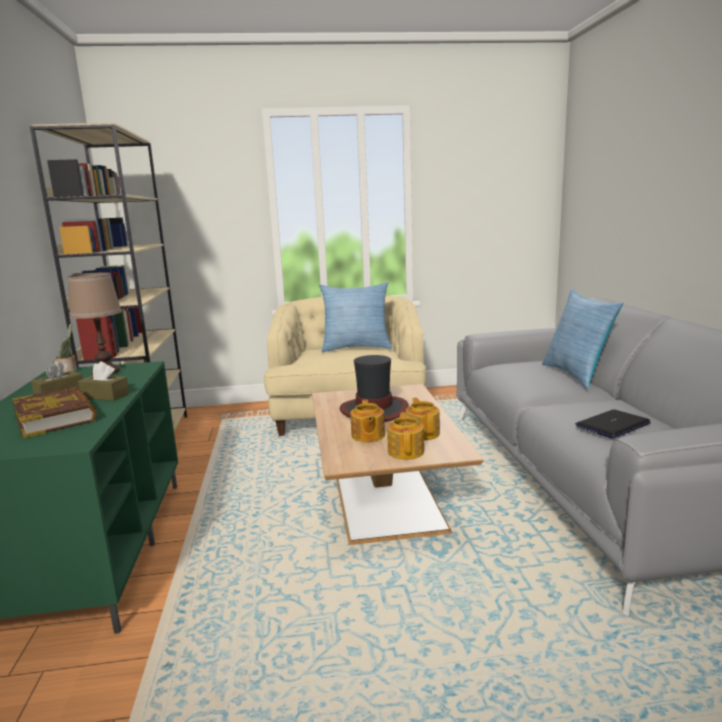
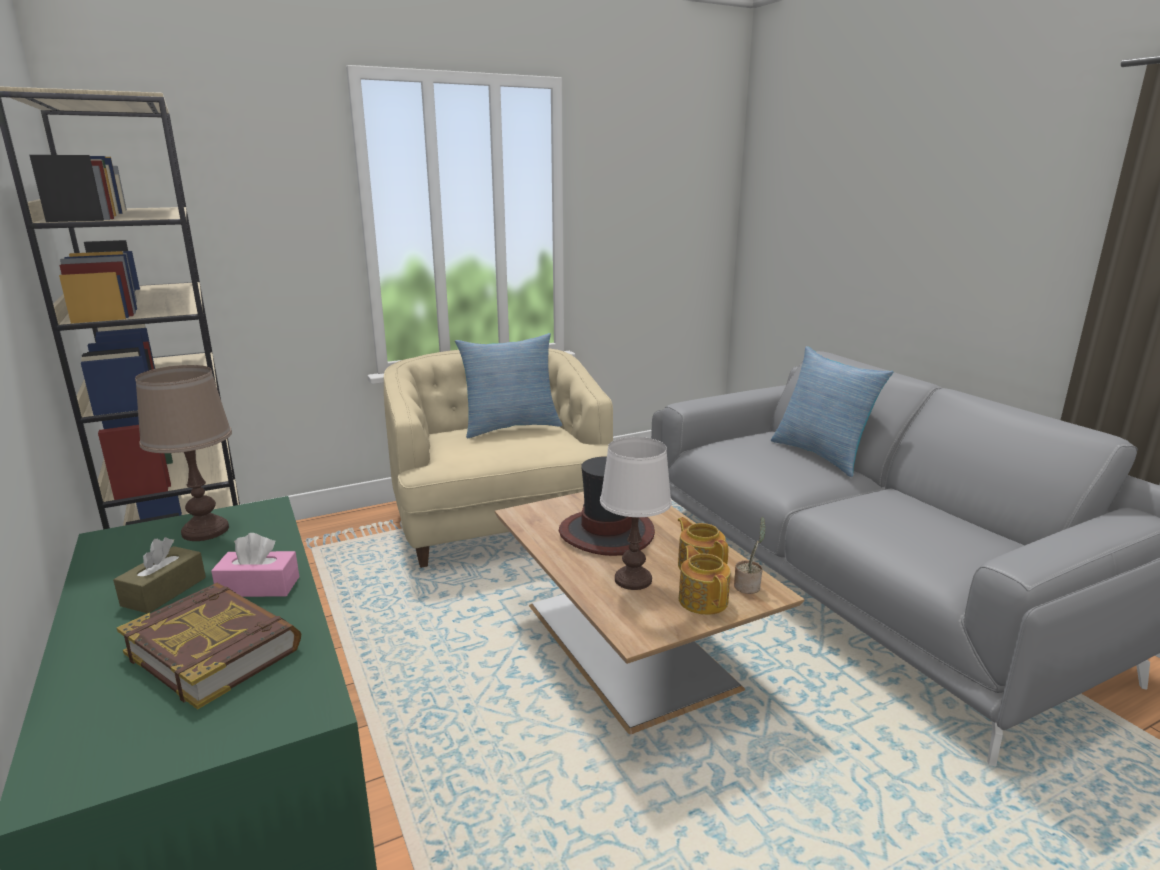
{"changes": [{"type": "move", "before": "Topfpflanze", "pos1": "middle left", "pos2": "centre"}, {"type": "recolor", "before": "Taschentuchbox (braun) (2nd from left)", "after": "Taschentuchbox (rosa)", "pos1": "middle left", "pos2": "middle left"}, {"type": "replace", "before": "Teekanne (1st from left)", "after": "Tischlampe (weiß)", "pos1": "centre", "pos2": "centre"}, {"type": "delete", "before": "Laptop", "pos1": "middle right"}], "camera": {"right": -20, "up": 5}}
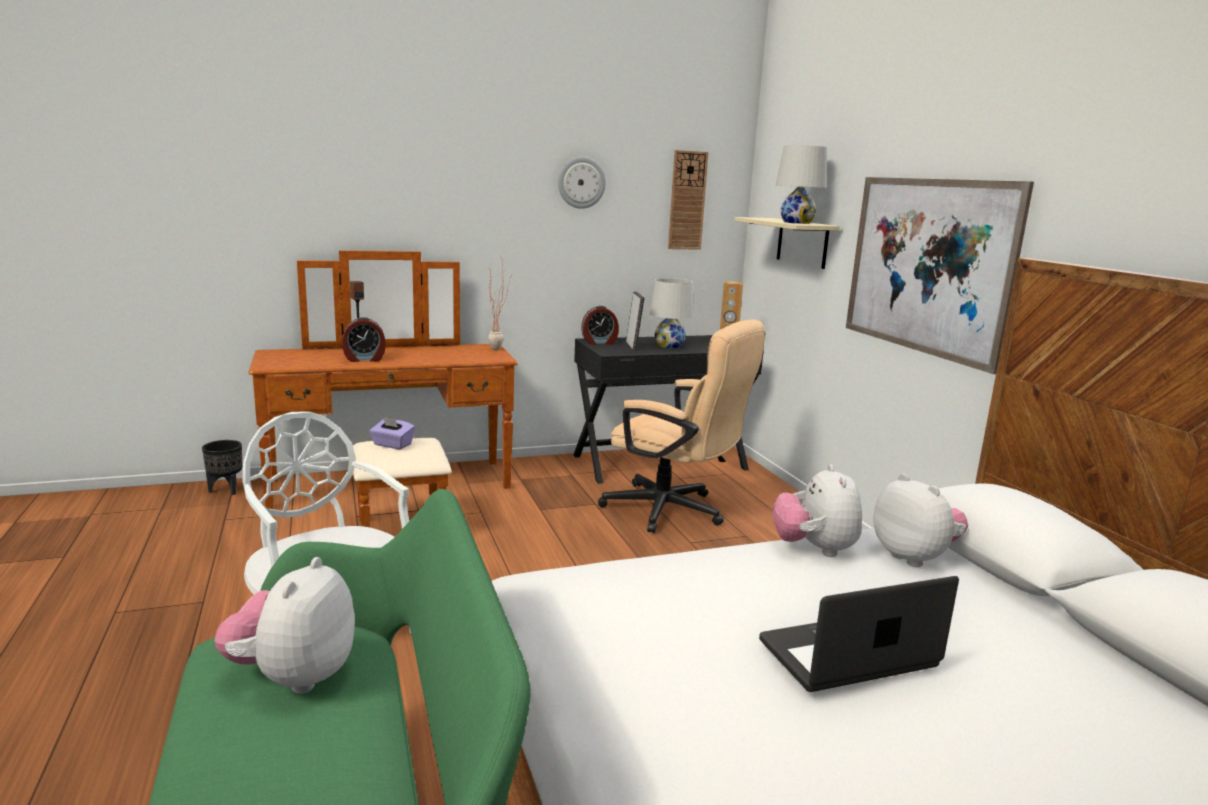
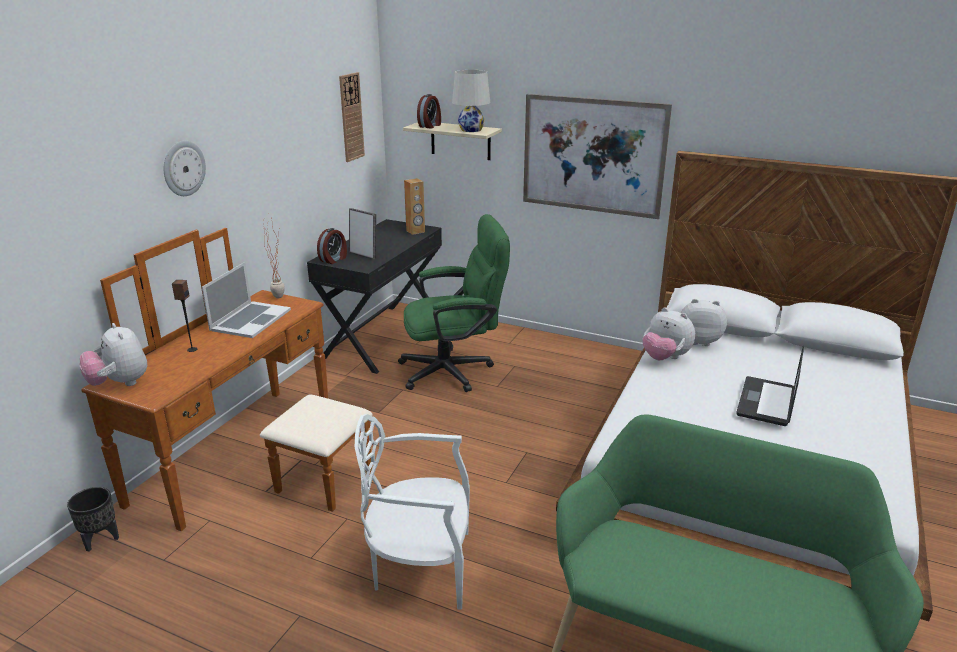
{"changes": [{"type": "move", "before": "Wanduhr (1st from left)", "pos1": "top centre", "pos2": "top left"}, {"type": "delete", "before": "Tischlampe (weiß) (1st from left)", "pos1": "centre"}, {"type": "move", "before": "Wecker (1st from left in the first image)", "after": "Wecker (2nd from left)", "pos1": "middle left", "pos2": "top centre"}, {"type": "recolor", "before": "Bürostuhl (beige)", "after": "Bürostuhl (grün)", "pos1": "centre", "pos2": "centre"}, {"type": "delete", "before": "Taschentuchbox (lila)", "pos1": "middle left"}, {"type": "move", "before": "Plüschtier (1st from left)", "pos1": "bottom left", "pos2": "middle left"}, {"type": "insert", "after": "Laptop (1st from left)", "pos2": "middle left"}], "camera": {"right": -45, "up": 10}}
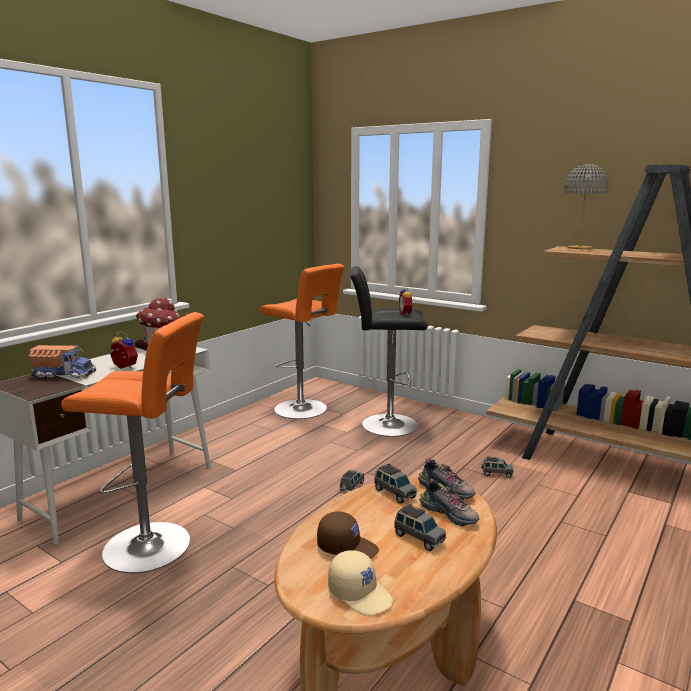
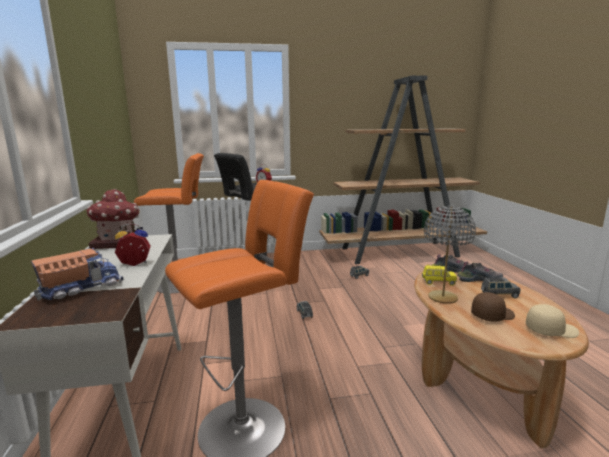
{"changes": [{"type": "move", "before": "Tischlampe (grau)", "pos1": "top right", "pos2": "middle right"}, {"type": "recolor", "before": "Spielzeugauto (grau) (2nd from left)", "after": "Spielzeugauto (gelb)", "pos1": "bottom centre", "pos2": "middle right"}], "camera": {"right": -45, "up": 0}}
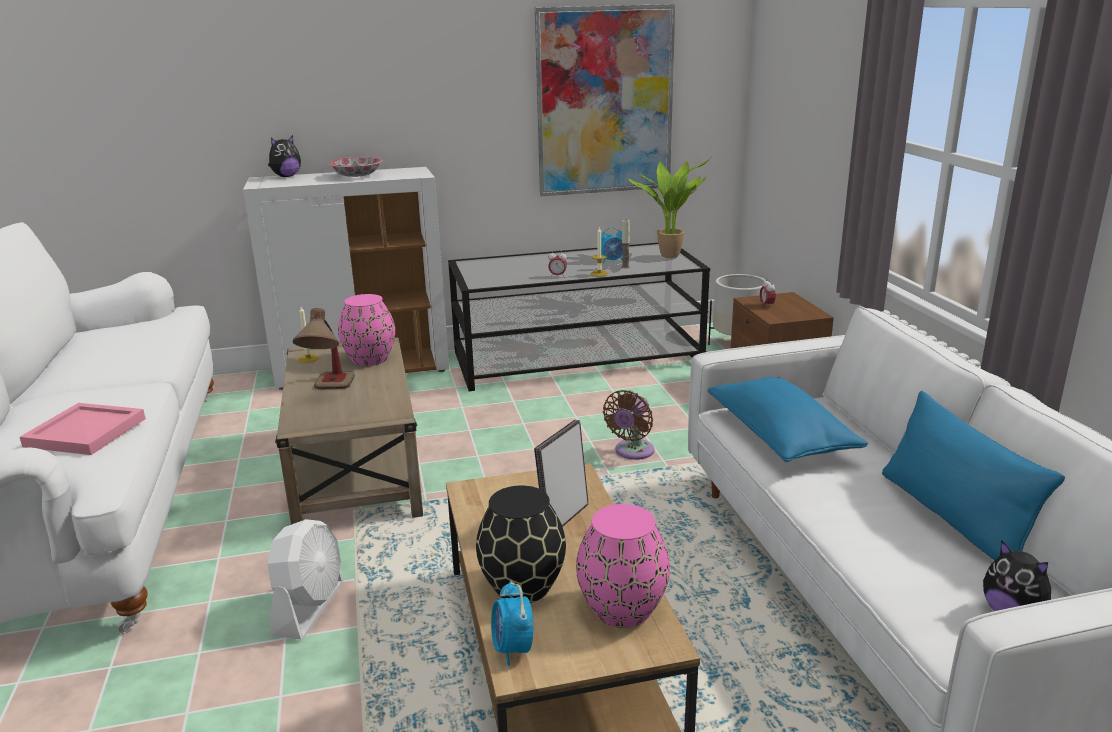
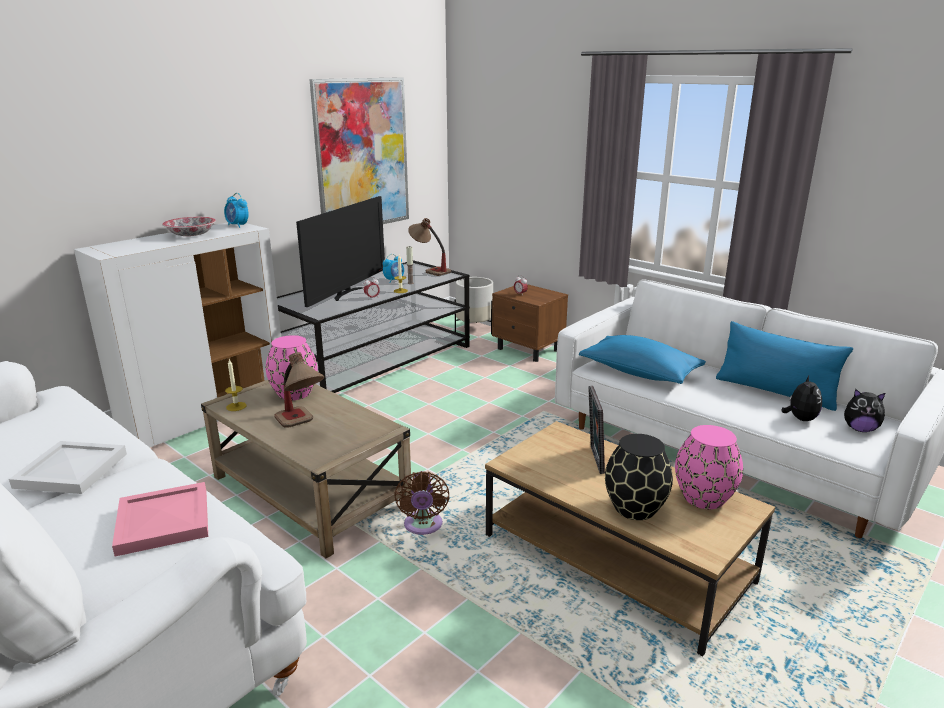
{"changes": [{"type": "move", "before": "Plüschtier (1st from left)", "pos1": "top left", "pos2": "middle right"}, {"type": "replace", "before": "Topfpflanze", "after": "Tischlampe (2nd from left)", "pos1": "top centre", "pos2": "centre"}, {"type": "move", "before": "Ventilator (braun)", "pos1": "centre", "pos2": "bottom centre"}, {"type": "delete", "before": "Ventilator (weiß)", "pos1": "bottom left"}, {"type": "move", "before": "Wecker (1st from left)", "pos1": "bottom centre", "pos2": "top left"}, {"type": "insert", "after": "Fernseher", "pos2": "centre"}, {"type": "insert", "after": "Tablett (weiß)", "pos2": "middle left"}], "camera": {"right": -35, "up": 0}}
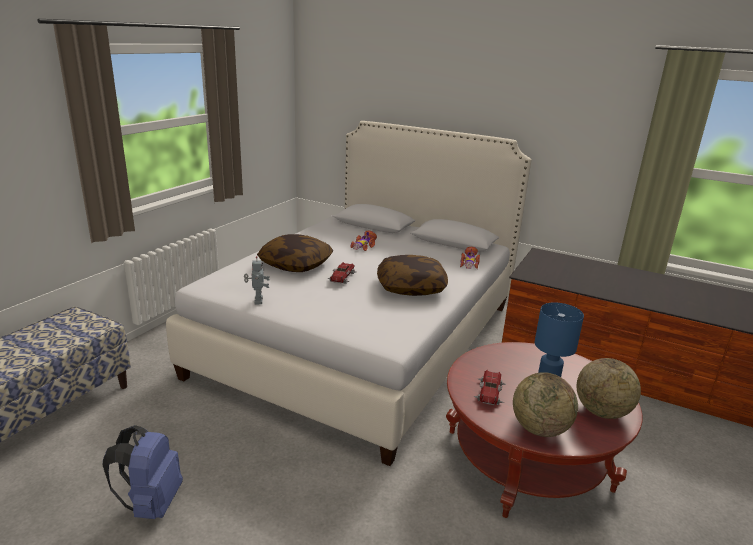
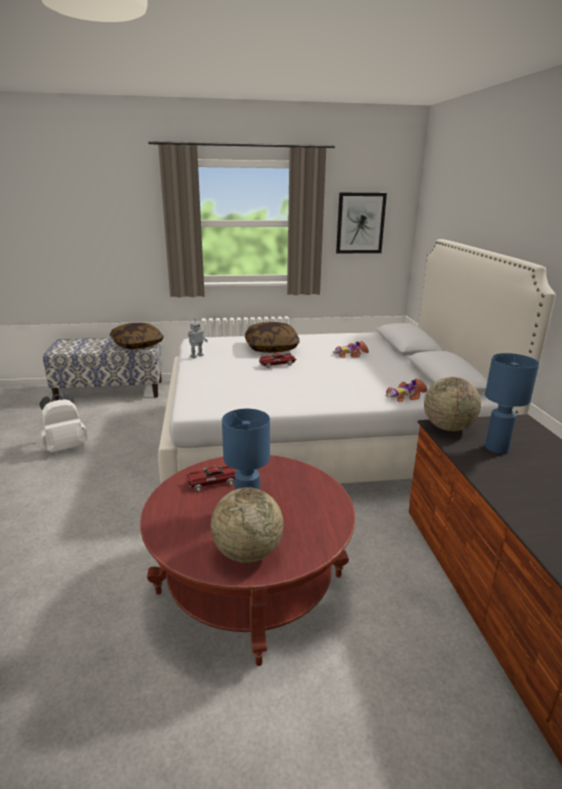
{"changes": [{"type": "move", "before": "Kissen (2nd from left in the first image)", "after": "Kissen (1st from left)", "pos1": "centre", "pos2": "middle left"}, {"type": "move", "before": "Globus (1st from left in the first image)", "after": "Globus (2nd from left)", "pos1": "bottom right", "pos2": "middle right"}, {"type": "recolor", "before": "Rucksack (blau)", "after": "Rucksack (weiß)", "pos1": "bottom left", "pos2": "middle left"}, {"type": "insert", "after": "Bild", "pos2": "top centre"}, {"type": "insert", "after": "Tischlampe (blau) (2nd from left)", "pos2": "middle right"}], "camera": {"right": 55, "up": 0}}
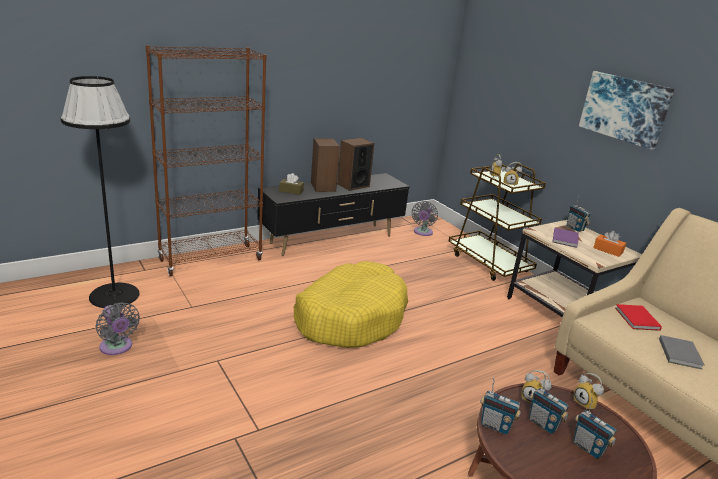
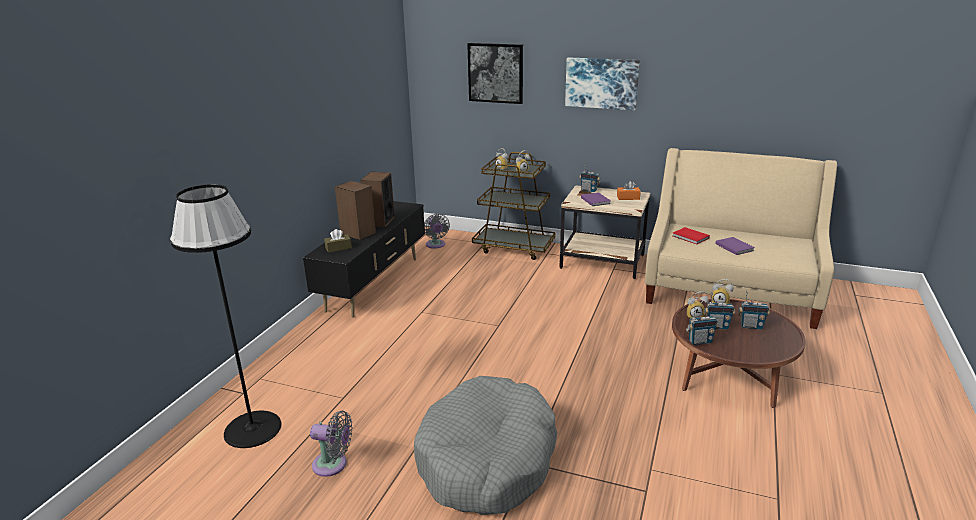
{"changes": [{"type": "delete", "before": "Bücherregal (braun)", "pos1": "middle left"}, {"type": "delete", "before": "Hundebett (gelb)", "pos1": "centre"}, {"type": "recolor", "before": "Buch (grau)", "after": "Buch (lila) (2nd from left)", "pos1": "bottom right", "pos2": "middle right"}, {"type": "insert", "after": "Bild (1st from left)", "pos2": "top centre"}, {"type": "insert", "after": "Hundebett (grau)", "pos2": "bottom centre"}], "camera": {"right": -35, "up": 0}}
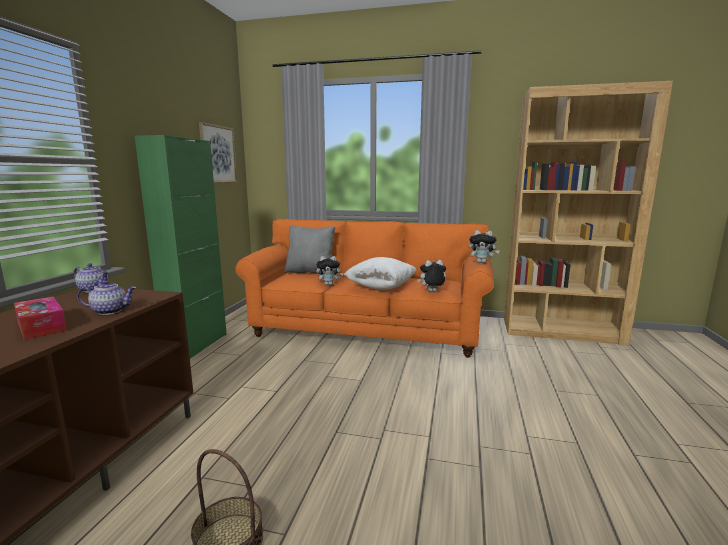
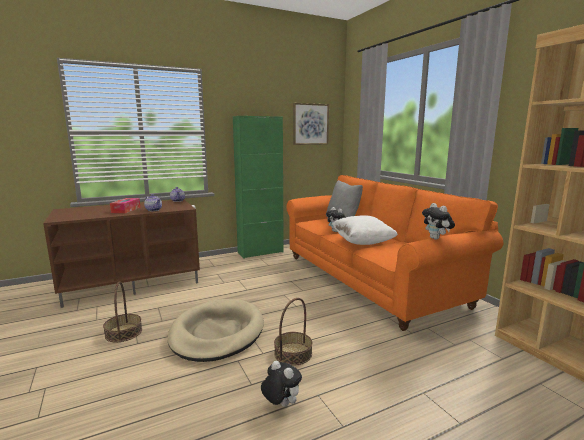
{"changes": [{"type": "move", "before": "Plüschtier (2nd from left in the first image)", "after": "Plüschtier (1st from left)", "pos1": "centre", "pos2": "bottom centre"}, {"type": "insert", "after": "Korb (2nd from left)", "pos2": "bottom centre"}, {"type": "insert", "after": "Hundebett (beige)", "pos2": "bottom centre"}], "camera": {"right": 50, "up": 0}}
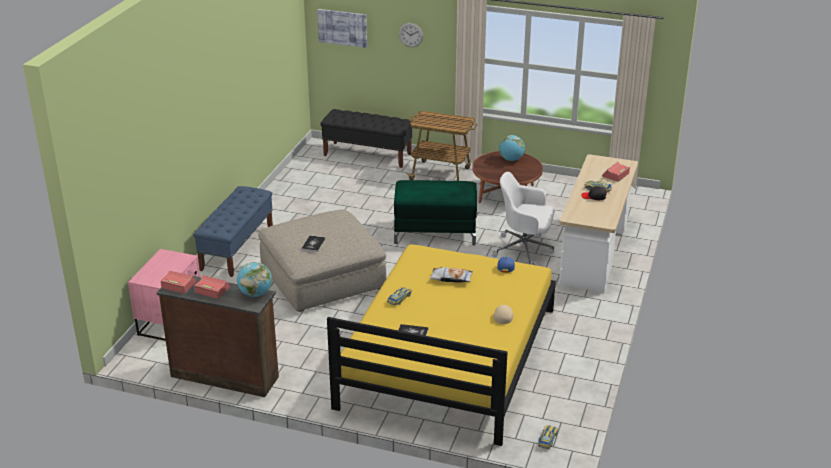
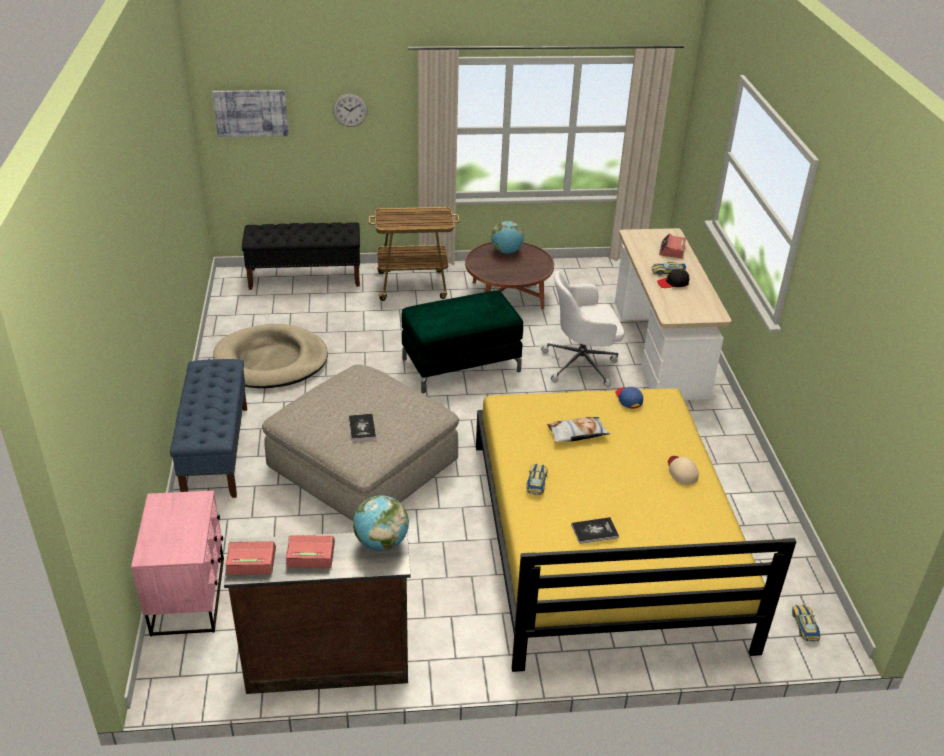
{"changes": [{"type": "insert", "after": "Hundebett (beige)", "pos2": "middle left"}], "camera": {"right": -25, "up": 5}}
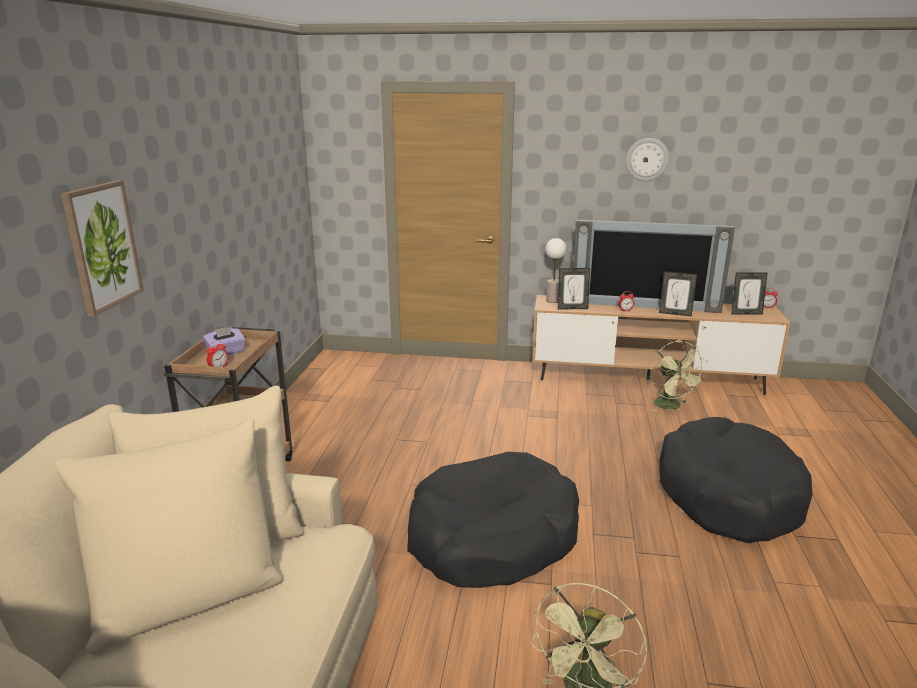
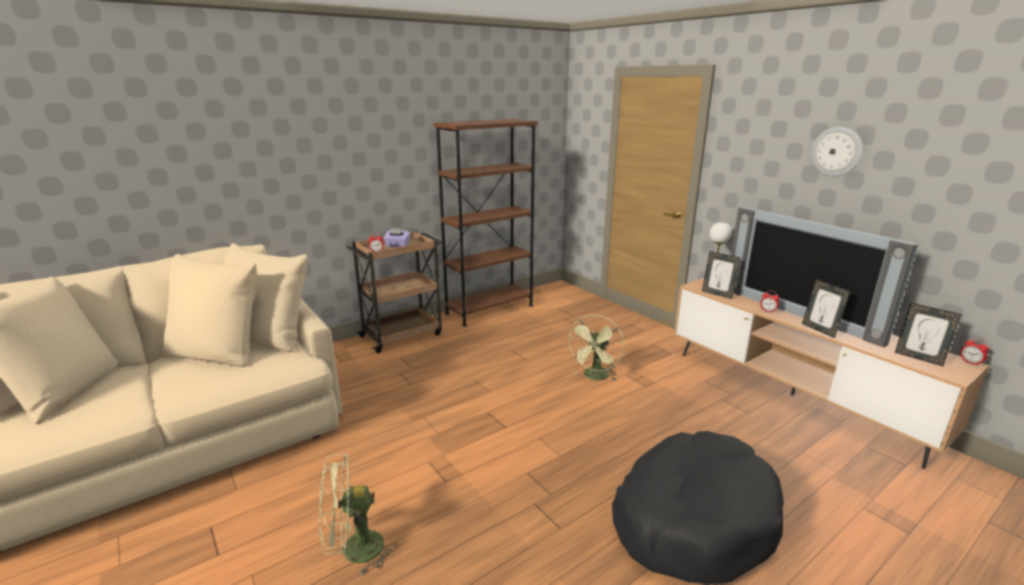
{"changes": [{"type": "delete", "before": "Bild", "pos1": "middle left"}, {"type": "move", "before": "Ventilator (grün) (2nd from left)", "pos1": "middle right", "pos2": "centre"}, {"type": "delete", "before": "Hundebett (schwarz) (1st from left)", "pos1": "bottom centre"}, {"type": "insert", "after": "Bücherregal (braun)", "pos2": "centre"}], "camera": {"right": 45, "up": 0}}
